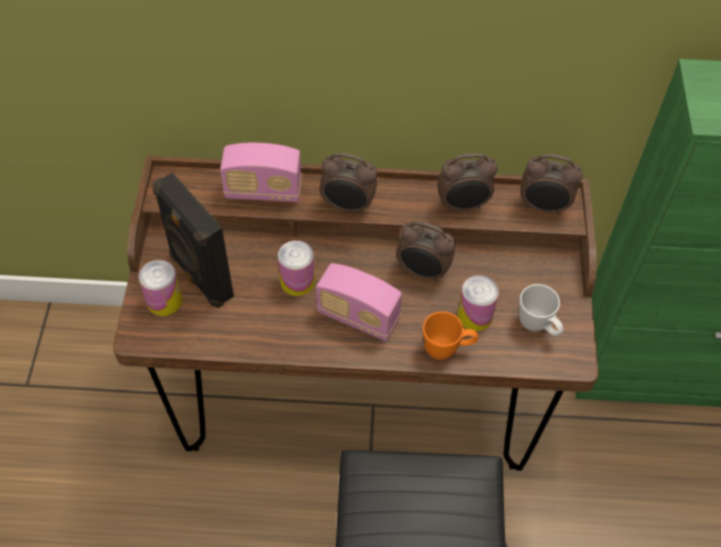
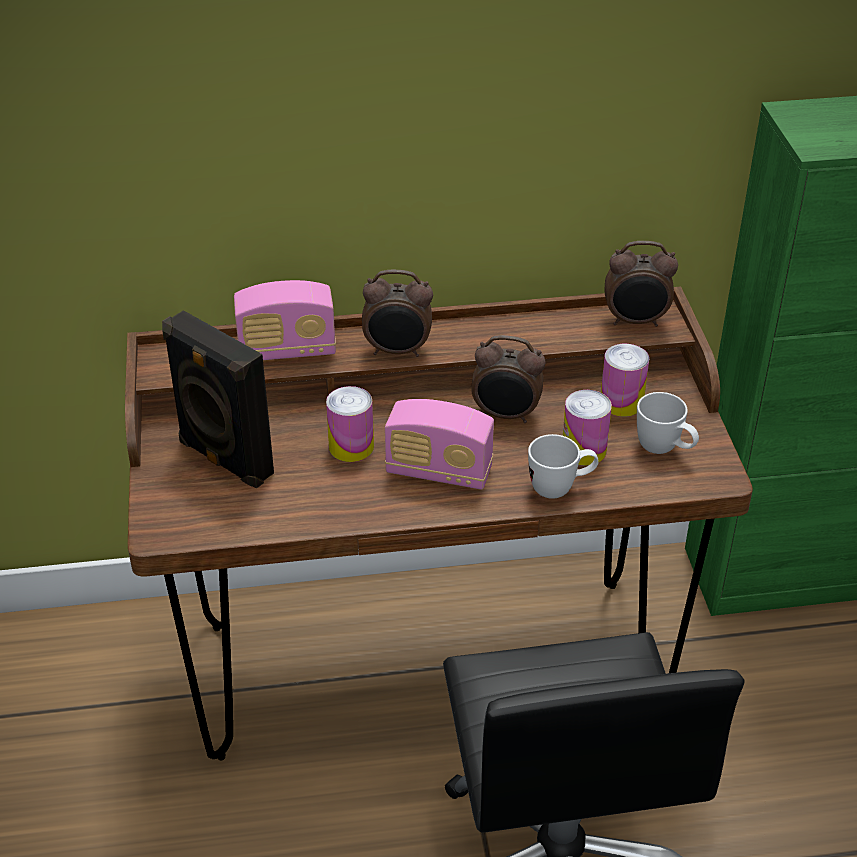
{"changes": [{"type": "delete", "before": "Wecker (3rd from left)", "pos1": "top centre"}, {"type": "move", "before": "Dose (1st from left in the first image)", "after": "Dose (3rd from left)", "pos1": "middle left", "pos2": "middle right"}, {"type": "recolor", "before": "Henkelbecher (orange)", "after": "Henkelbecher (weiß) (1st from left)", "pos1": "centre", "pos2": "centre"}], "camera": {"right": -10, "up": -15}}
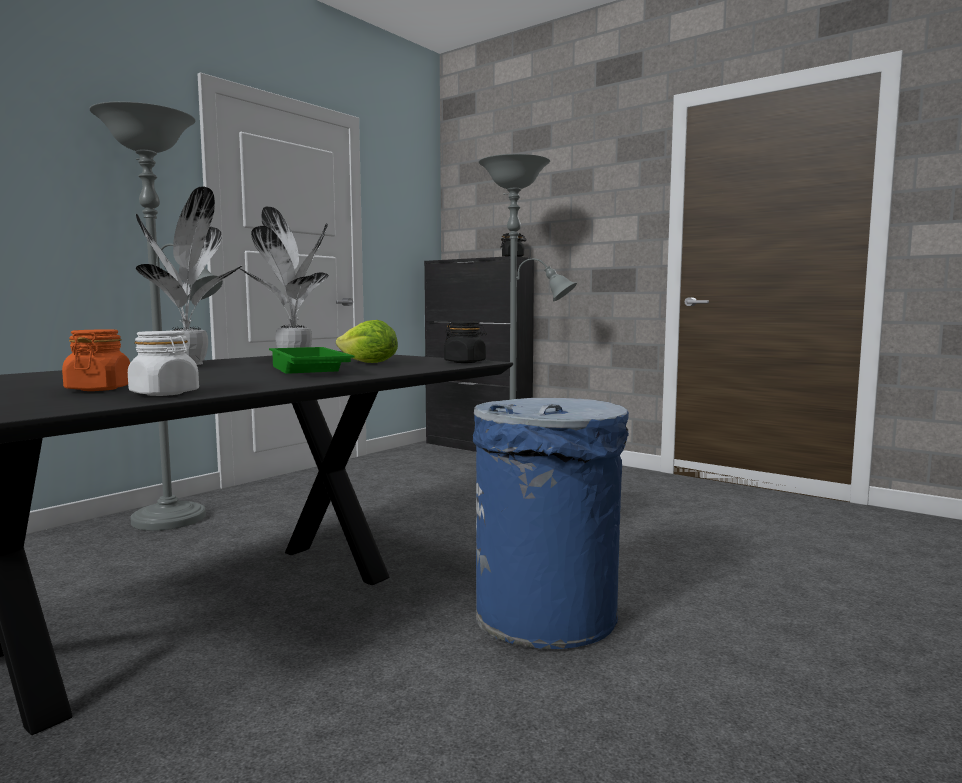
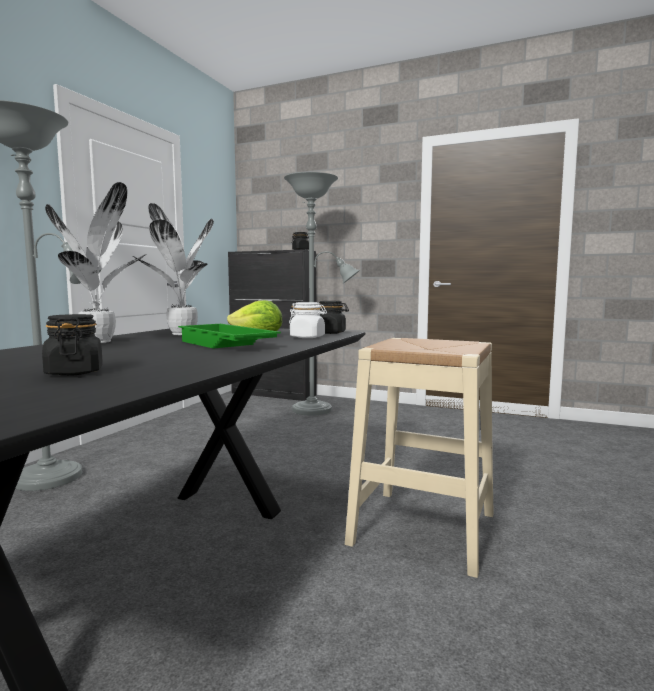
{"changes": [{"type": "recolor", "before": "Vorratsglas (orange)", "after": "Vorratsglas (schwarz) (1st from left)", "pos1": "middle left", "pos2": "middle left"}, {"type": "move", "before": "Vorratsglas (weiß)", "pos1": "middle left", "pos2": "centre"}, {"type": "replace", "before": "Mülleimer (blau)", "after": "Hocker (beige)", "pos1": "bottom centre", "pos2": "centre"}], "camera": {"right": -15, "up": 0}}
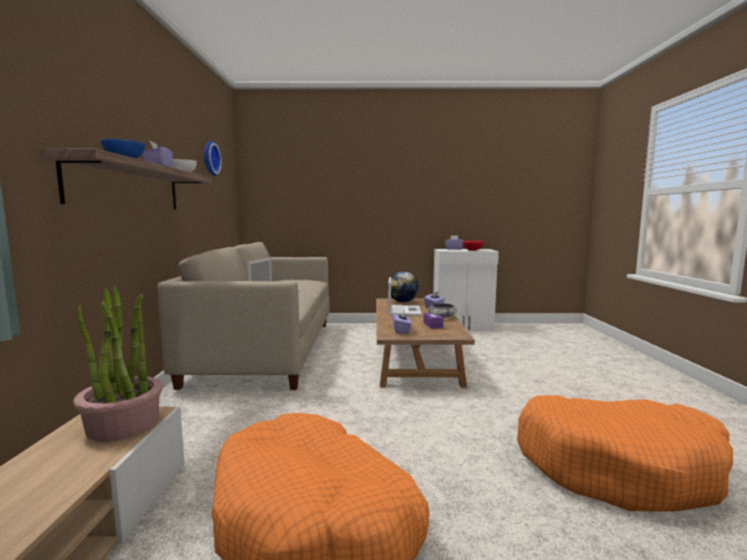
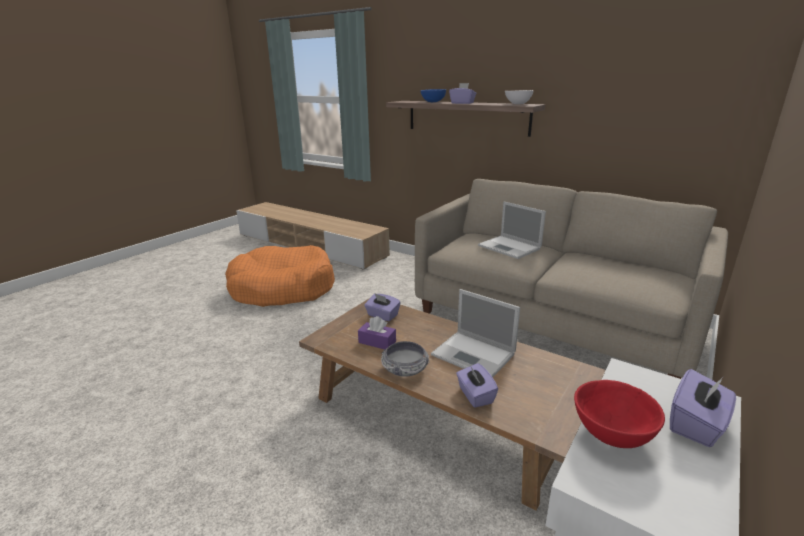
{"changes": [{"type": "delete", "before": "Wanduhr", "pos1": "top left"}, {"type": "delete", "before": "Globus", "pos1": "centre"}, {"type": "delete", "before": "Topfpflanze", "pos1": "middle left"}, {"type": "delete", "before": "Hundebett (orange) (2nd from left)", "pos1": "bottom right"}], "camera": {"right": 125, "up": 15}}
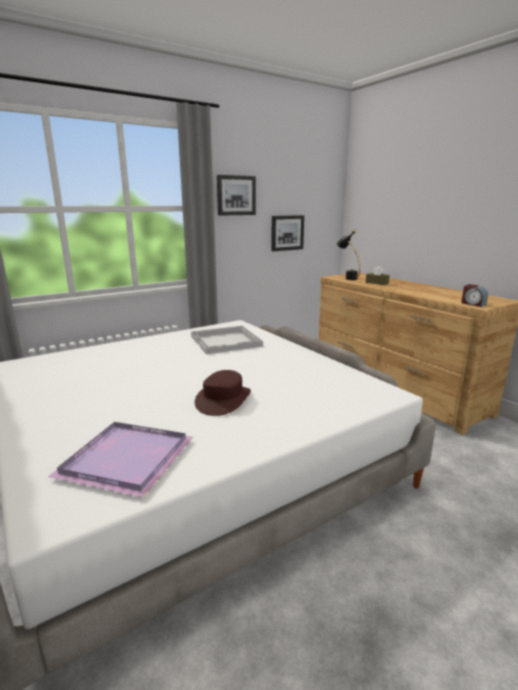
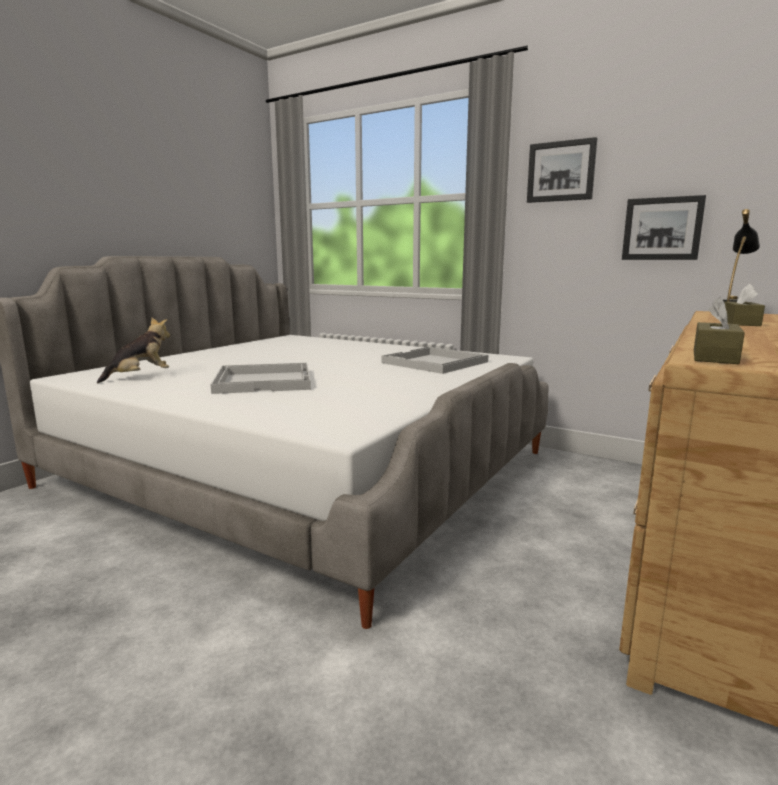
{"changes": [{"type": "replace", "before": "Wecker", "after": "Taschentuchbox (braun) (1st from left)", "pos1": "middle right", "pos2": "middle right"}, {"type": "replace", "before": "Hut (braun)", "after": "Tablett (weiß) (1st from left)", "pos1": "centre", "pos2": "centre"}, {"type": "replace", "before": "Tablett (lila)", "after": "Plüschtier", "pos1": "middle left", "pos2": "middle left"}], "camera": {"right": 65, "up": -5}}
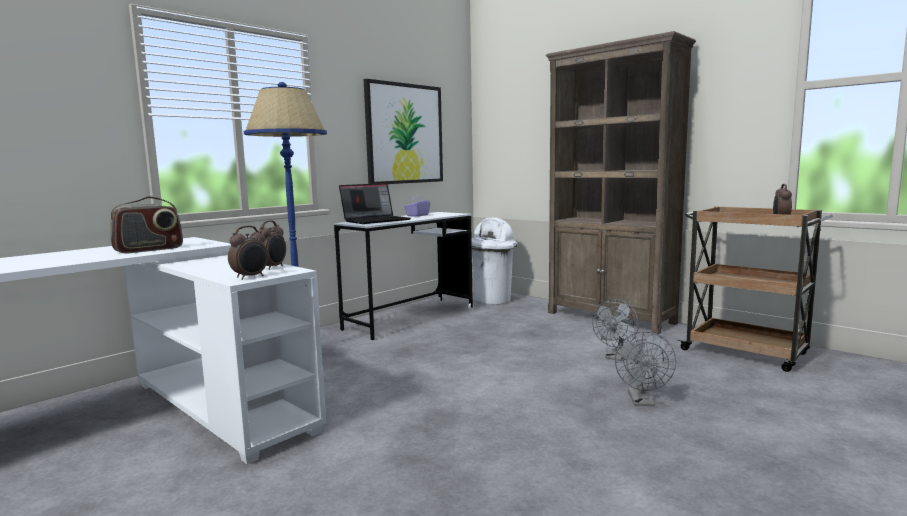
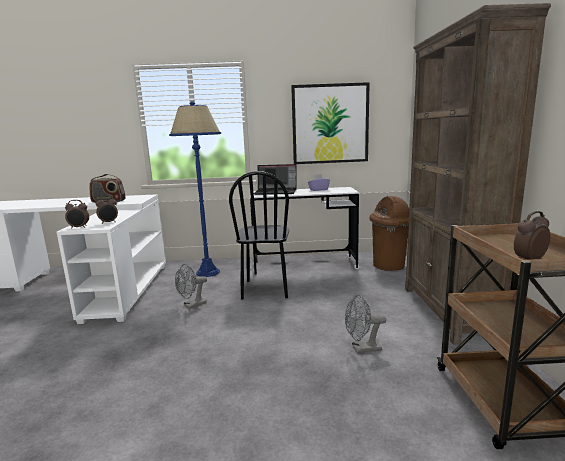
{"changes": [{"type": "recolor", "before": "Mülleimer (weiß)", "after": "Mülleimer (braun)", "pos1": "centre", "pos2": "middle right"}, {"type": "move", "before": "Ventilator (grau) (2nd from left in the first image)", "after": "Ventilator (grau) (1st from left)", "pos1": "bottom right", "pos2": "centre"}, {"type": "insert", "after": "Stuhl (schwarz)", "pos2": "centre"}], "camera": {"right": 45, "up": 5}}
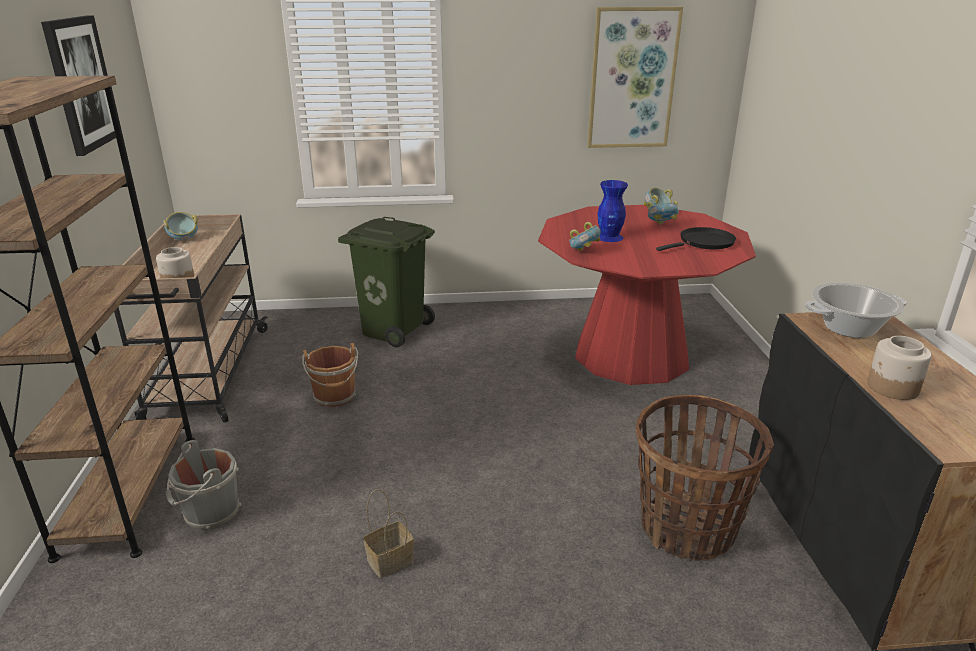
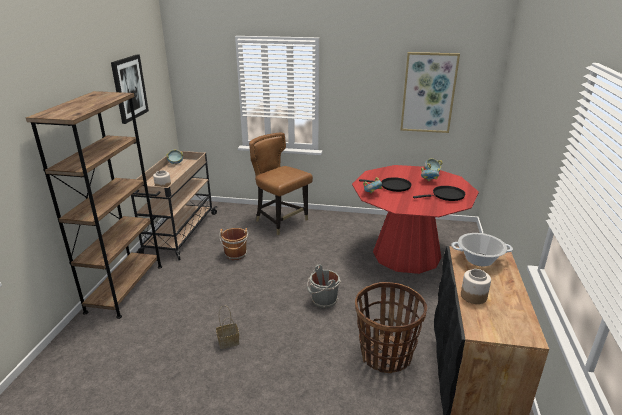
{"changes": [{"type": "replace", "before": "Vase (blau)", "after": "Pfanne (schwarz) (1st from left)", "pos1": "top centre", "pos2": "centre"}, {"type": "replace", "before": "Mülleimer (grün)", "after": "Stuhl (braun)", "pos1": "centre", "pos2": "centre"}, {"type": "move", "before": "Eimer (grau)", "pos1": "bottom left", "pos2": "bottom centre"}], "camera": {"right": 15, "up": 0}}
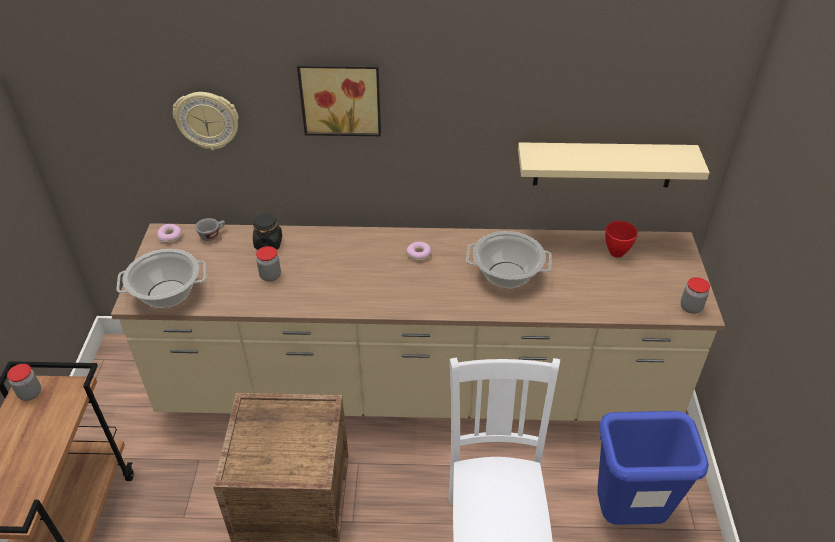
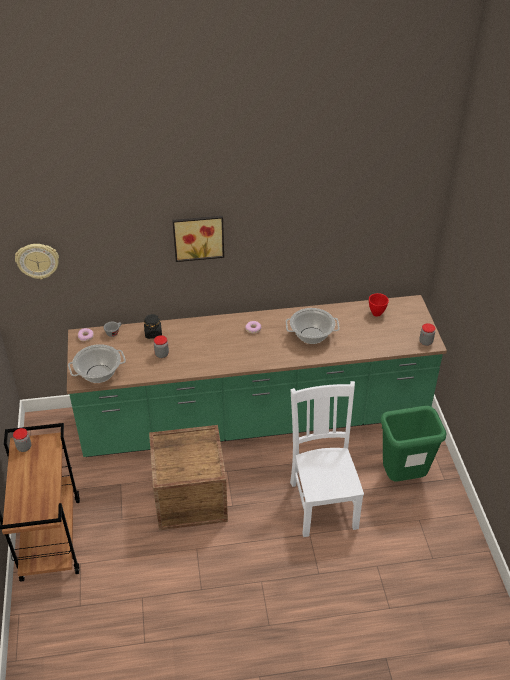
{"changes": [{"type": "move", "before": "Wanduhr", "pos1": "top left", "pos2": "middle left"}, {"type": "delete", "before": "Wandregal (beige)", "pos1": "top right"}, {"type": "recolor", "before": "Küchenzeile (beige)", "after": "Küchenzeile (grün)", "pos1": "centre", "pos2": "centre"}, {"type": "recolor", "before": "Mülleimer (blau)", "after": "Mülleimer (grün)", "pos1": "bottom right", "pos2": "middle right"}], "camera": {"right": -10, "up": 0}}
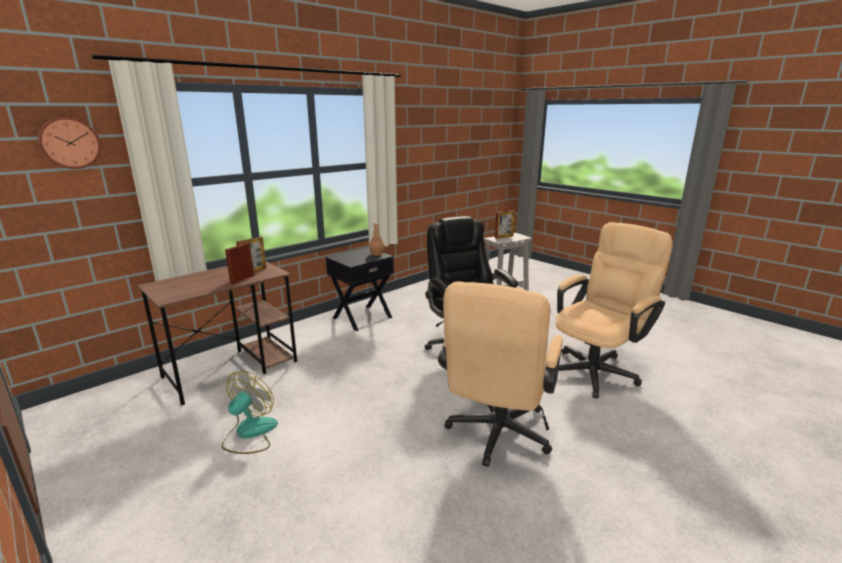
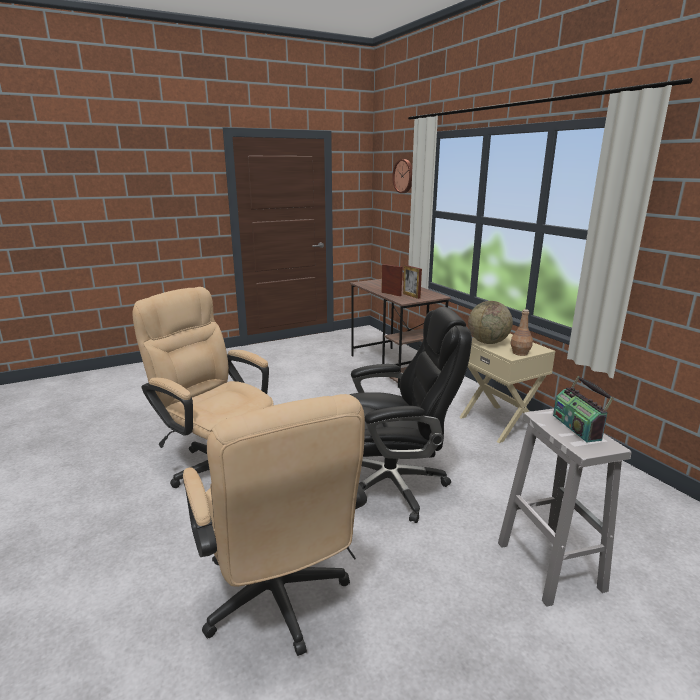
{"changes": [{"type": "replace", "before": "Bilderrahmen (3rd from left)", "after": "Radio", "pos1": "centre", "pos2": "middle right"}, {"type": "recolor", "before": "Nachttisch (schwarz)", "after": "Nachttisch (beige)", "pos1": "centre", "pos2": "middle right"}, {"type": "delete", "before": "Ventilator", "pos1": "bottom left"}, {"type": "insert", "after": "Globus", "pos2": "middle right"}], "camera": {"right": 105, "up": 0}}
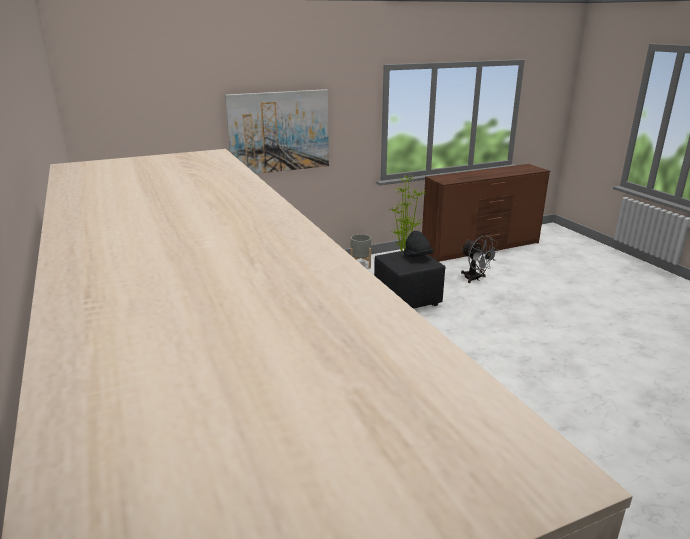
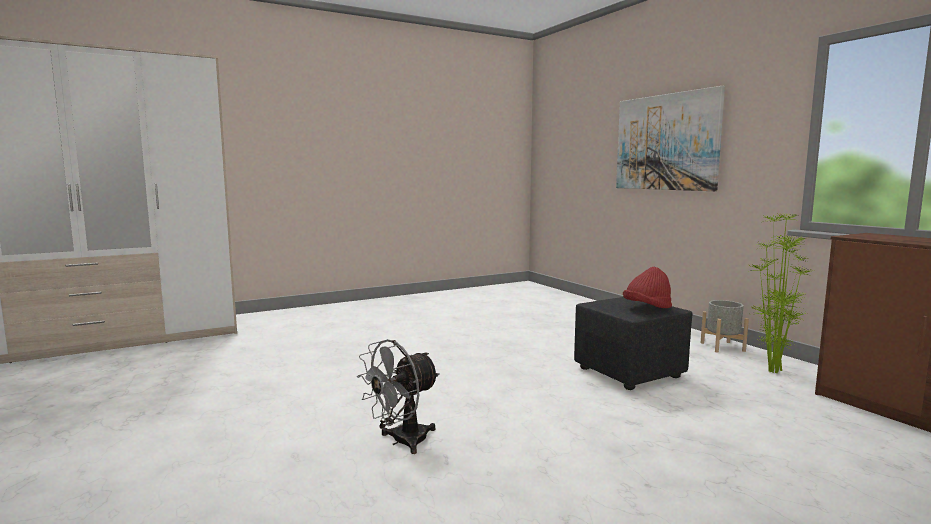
{"changes": [{"type": "recolor", "before": "Hut (schwarz)", "after": "Hut (rot)", "pos1": "centre", "pos2": "middle right"}, {"type": "move", "before": "Ventilator (grau)", "pos1": "middle right", "pos2": "bottom centre"}], "camera": {"right": 85, "up": -15}}
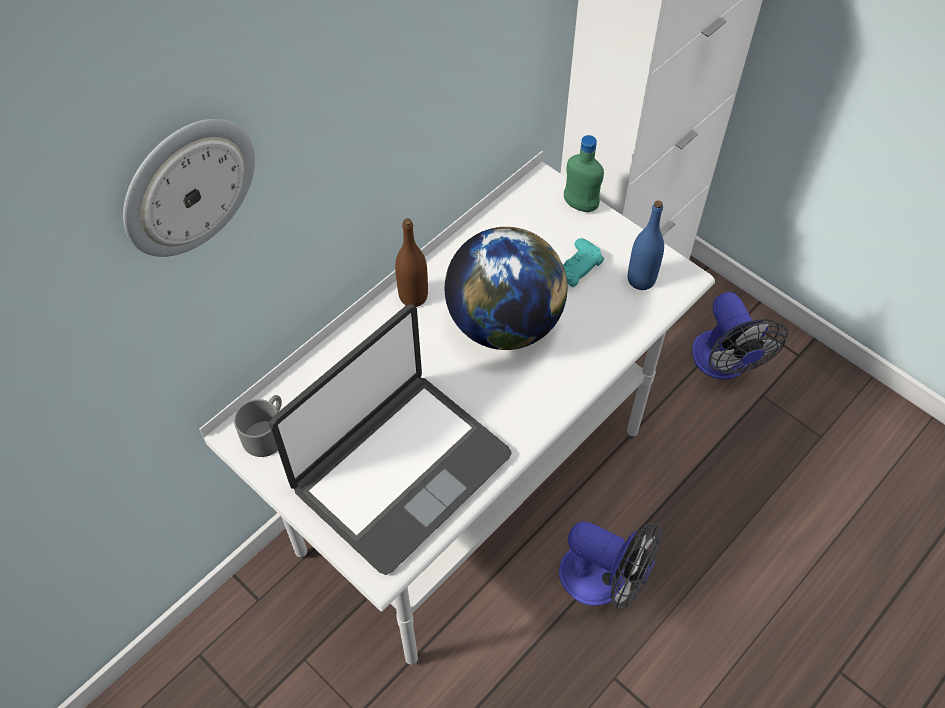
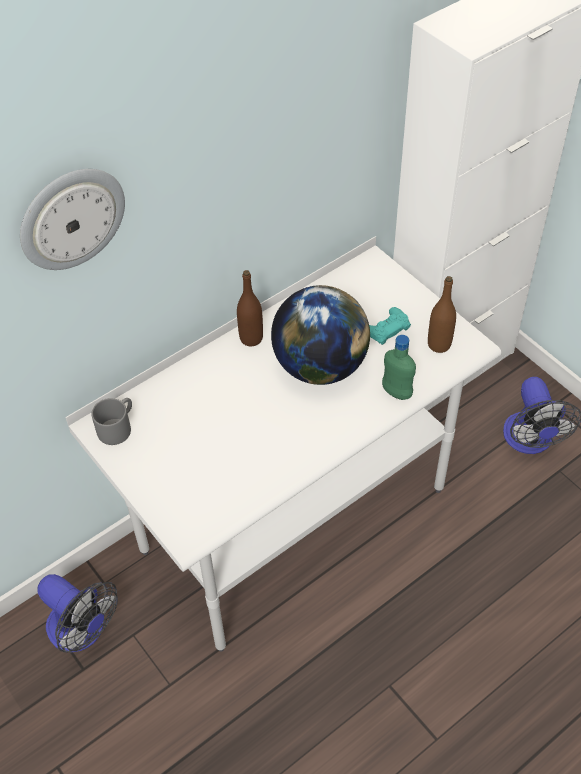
{"changes": [{"type": "move", "before": "Flasche (grün)", "pos1": "top centre", "pos2": "middle right"}, {"type": "recolor", "before": "Flasche (blau)", "after": "Flasche (braun) (2nd from left)", "pos1": "middle right", "pos2": "middle right"}, {"type": "delete", "before": "Laptop", "pos1": "centre"}, {"type": "move", "before": "Ventilator (1st from left)", "pos1": "bottom centre", "pos2": "bottom left"}], "camera": {"right": 10, "up": -5}}
